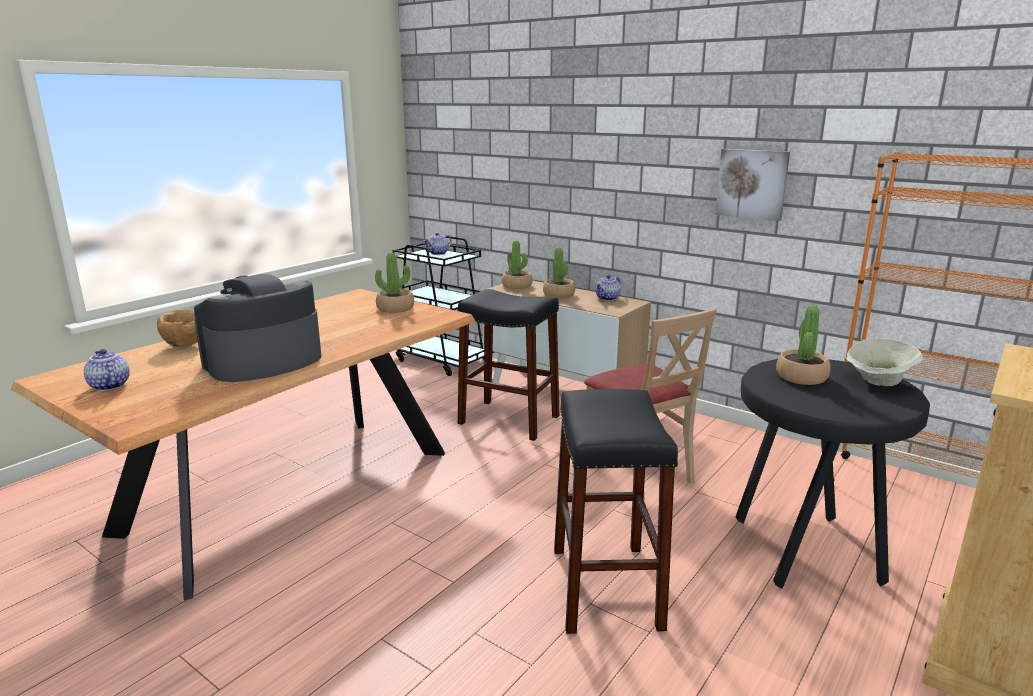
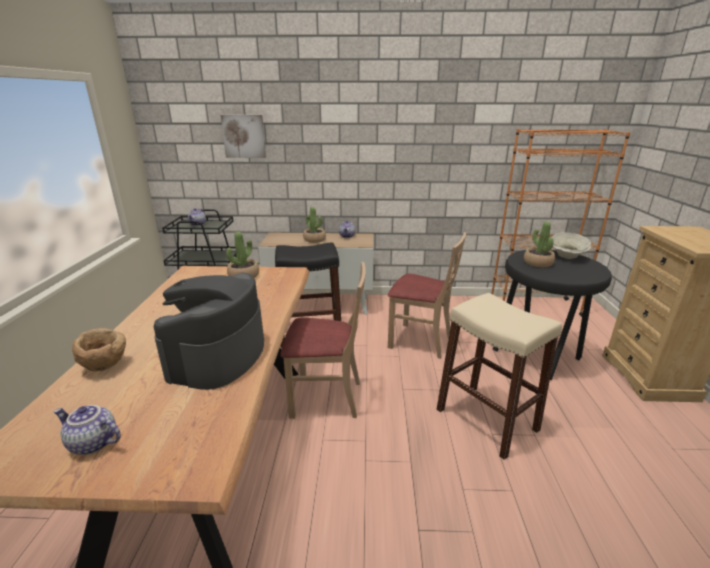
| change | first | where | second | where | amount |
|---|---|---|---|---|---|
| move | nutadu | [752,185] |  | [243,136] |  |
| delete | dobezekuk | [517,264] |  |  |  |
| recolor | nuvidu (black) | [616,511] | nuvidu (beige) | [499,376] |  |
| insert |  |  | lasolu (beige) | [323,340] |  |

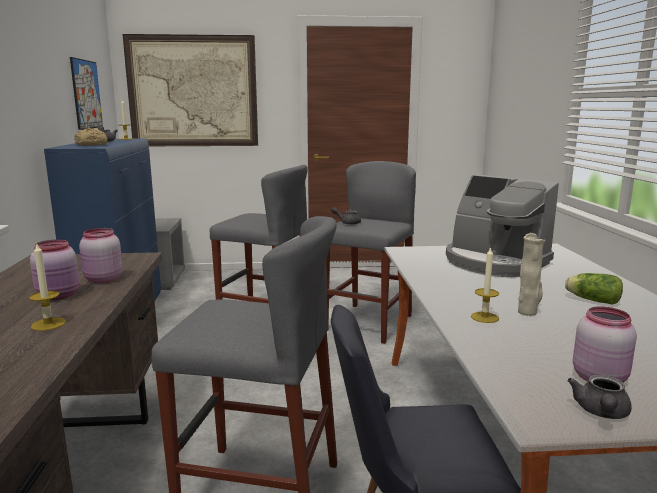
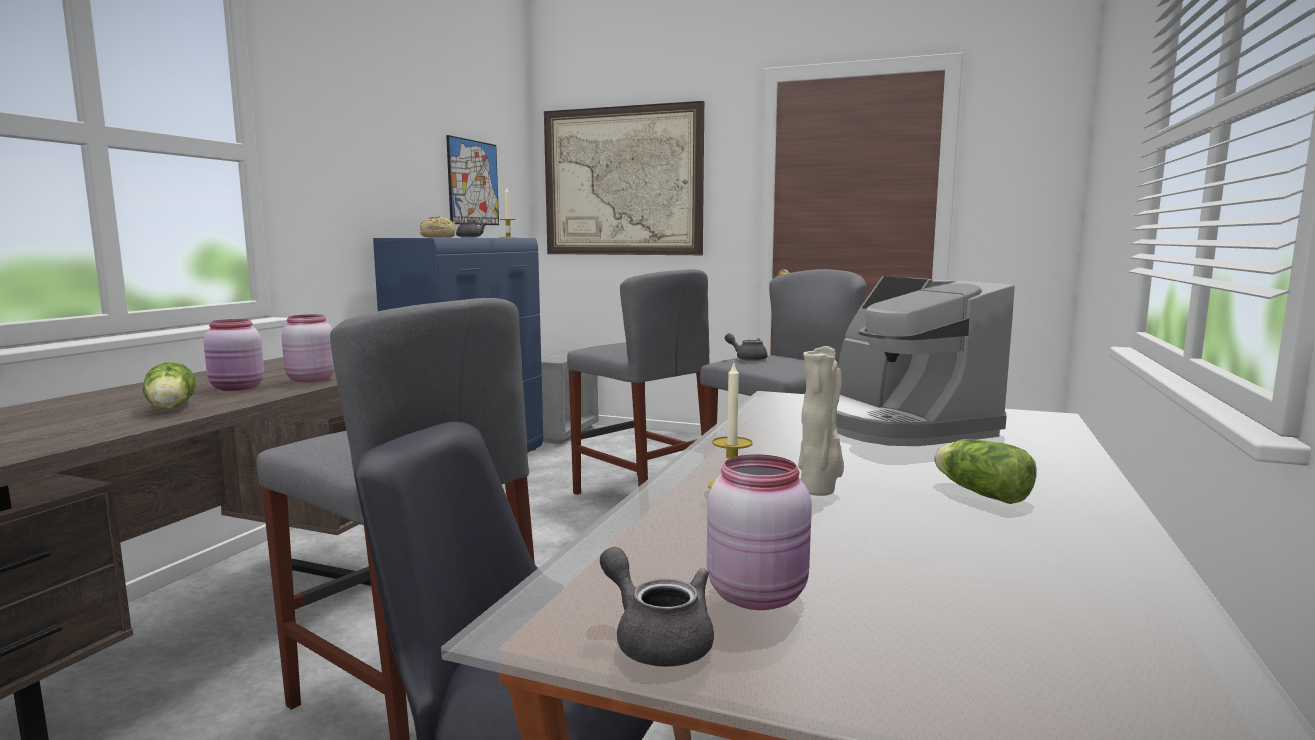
| change | first | where | second | where | amount |
|---|---|---|---|---|---|
| replace | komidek | [47,287] | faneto | [169,385] |  |
| rotate | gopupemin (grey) | [599,397] |  | [657,607] | 90 degrees clockwise |

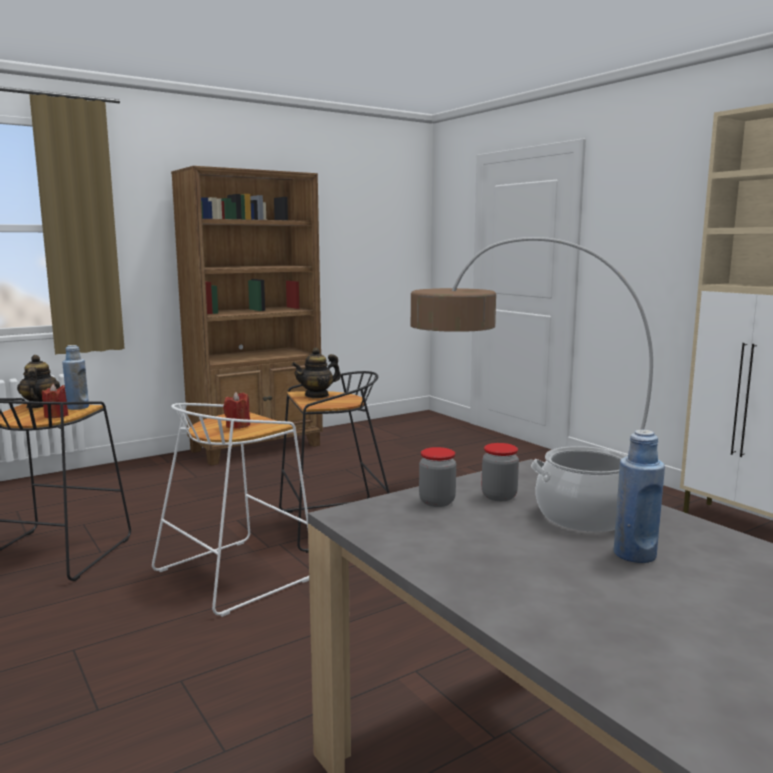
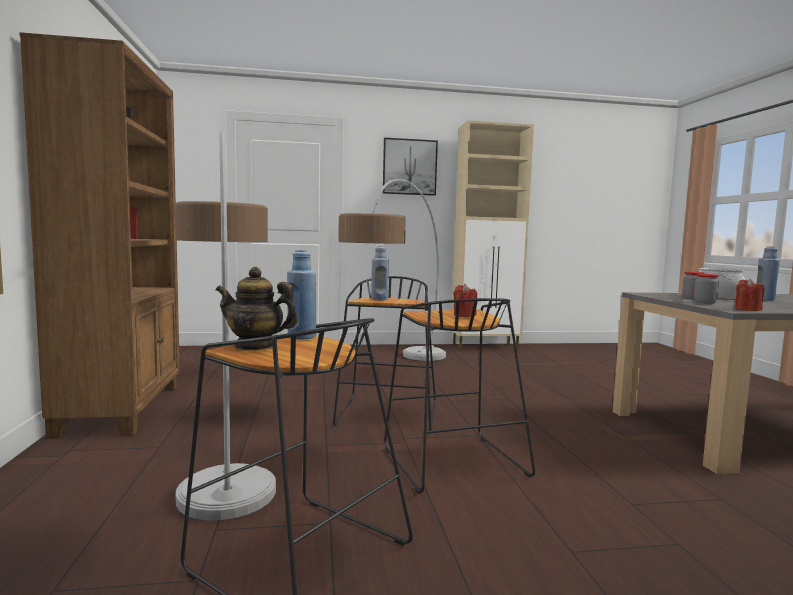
| change | first | where | second | where | amount |
|---|---|---|---|---|---|
| replace | gopupemin | [316,373] | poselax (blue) | [380,273] |  |
| move | komidek (red) | [55,401] |  | [749,294] |  |
| recolor | nuvidu (white) | [230,510] | nuvidu (black) | [459,396] |  |
| insert |  |  | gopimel | [225,325] |  |
| insert |  |  | nutadu | [410,167] |  |

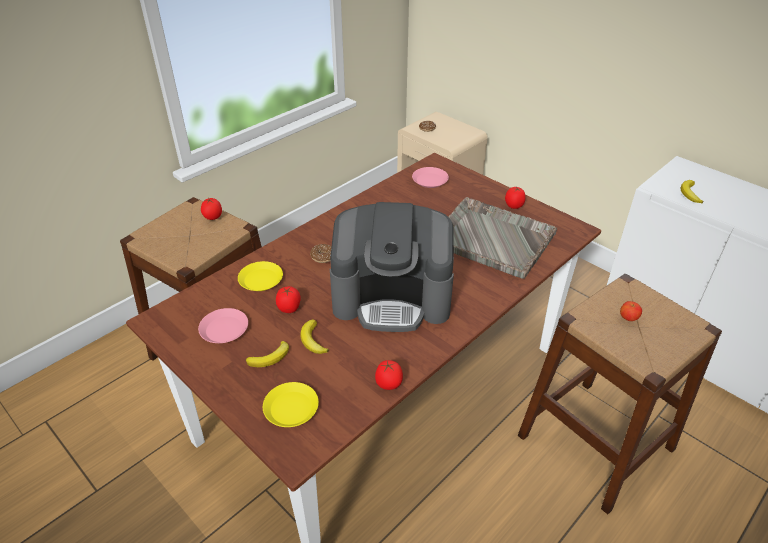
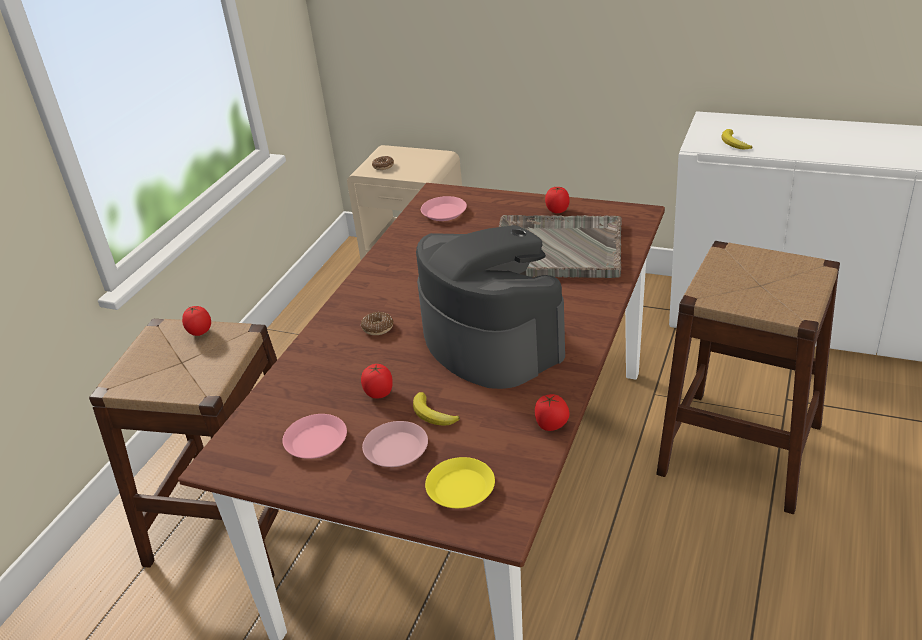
| change | first | where | second | where | amount |
|---|---|---|---|---|---|
| rotate | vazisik | [392,267] |  | [490,307] | 105 degrees counterclockwise |
| delete | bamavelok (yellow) | [260,276] |  |  |  |
| delete | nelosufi | [631,311] |  |  |  |
| replace | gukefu | [267,354] | bamavelok (pink) | [395,444] |  |

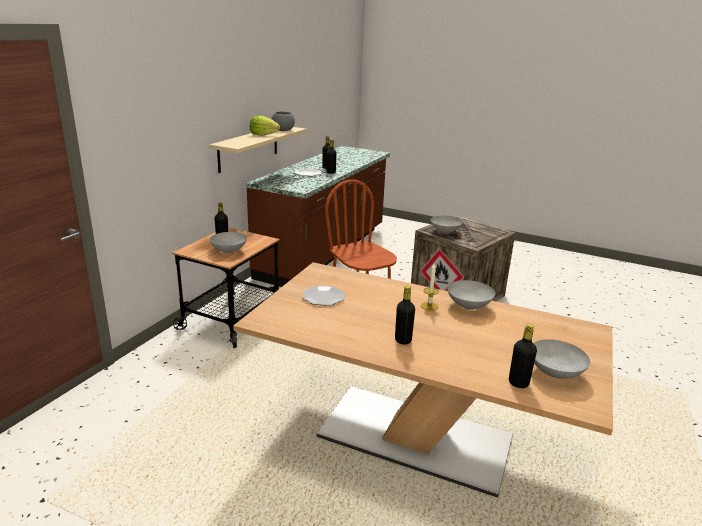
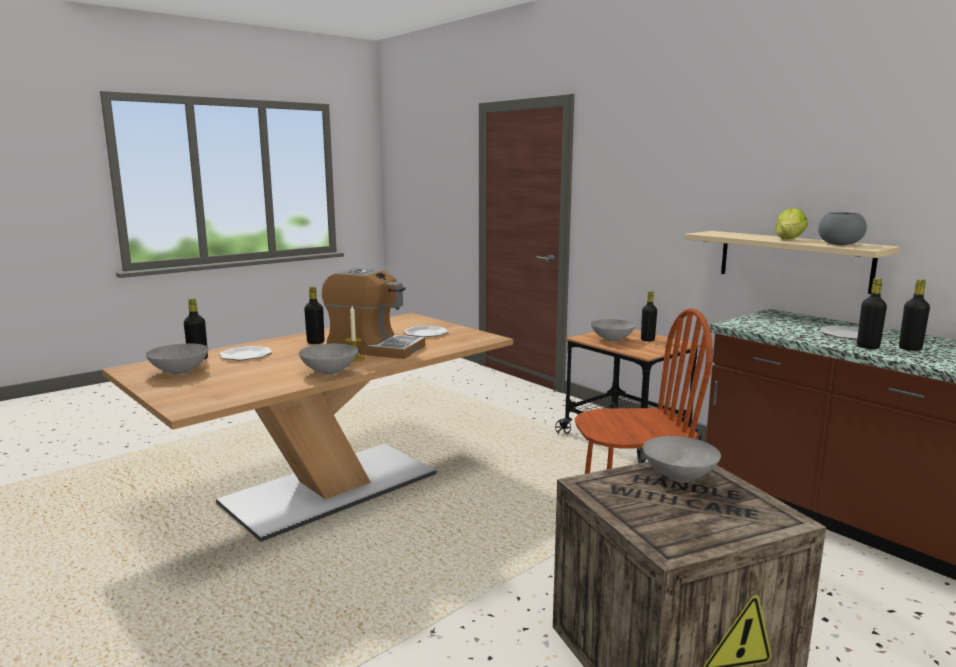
| change | first | where | second | where | amount |
|---|---|---|---|---|---|
| insert |  |  | vazisik | [373,313] |  |
| insert |  |  | bamavelok | [246,353] |  |

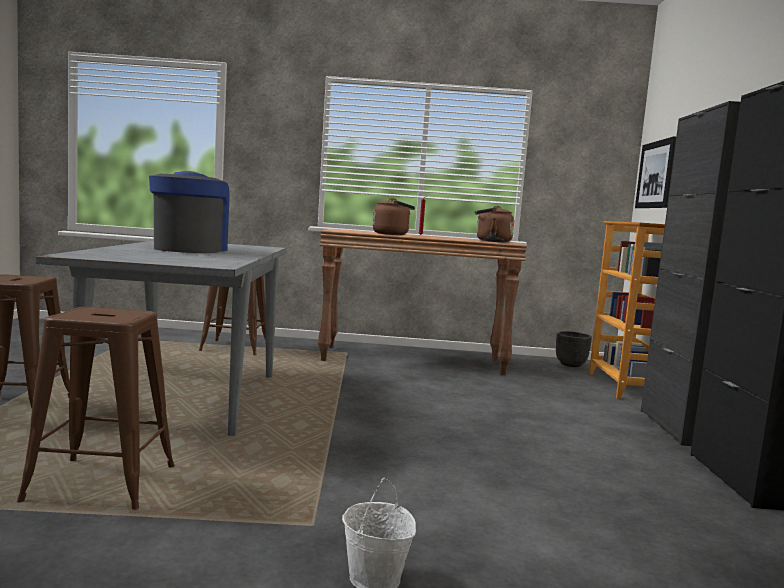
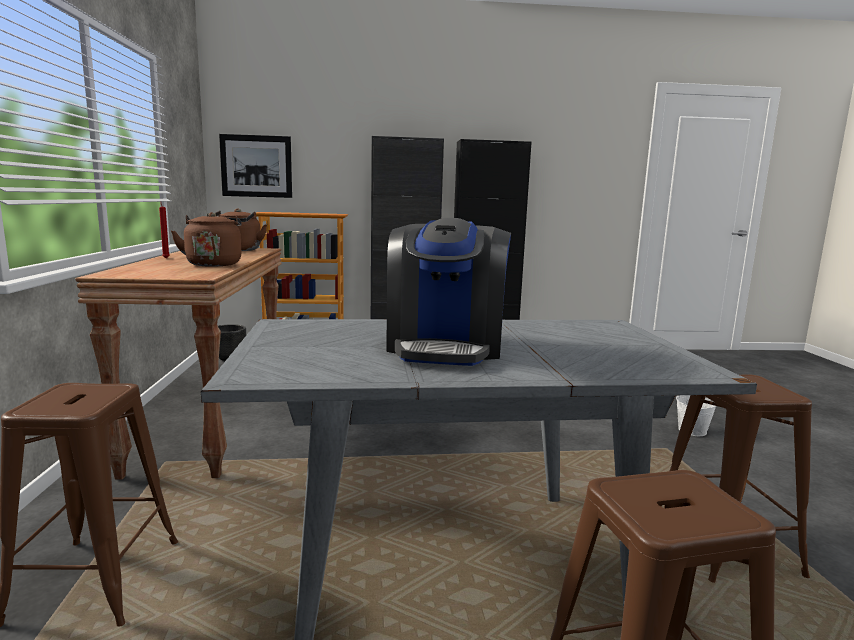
| change | first | where | second | where | amount |
|---|---|---|---|---|---|
| rotate | vazisik | [189,212] |  | [448,292] | 75 degrees counterclockwise |

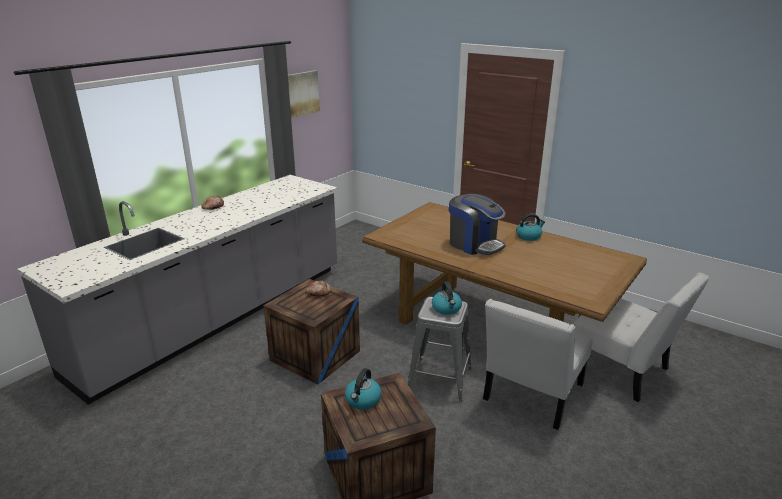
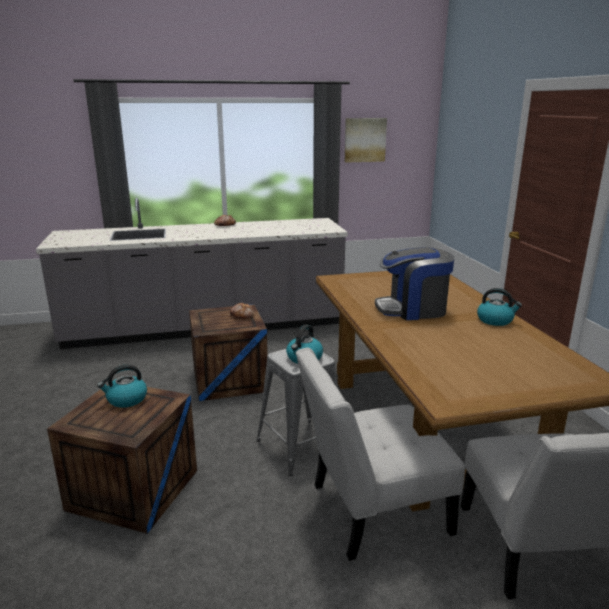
| change | first | where | second | where | amount |
|---|---|---|---|---|---|
| rotate | vazisik | [477,224] |  | [414,283] | 90 degrees clockwise |

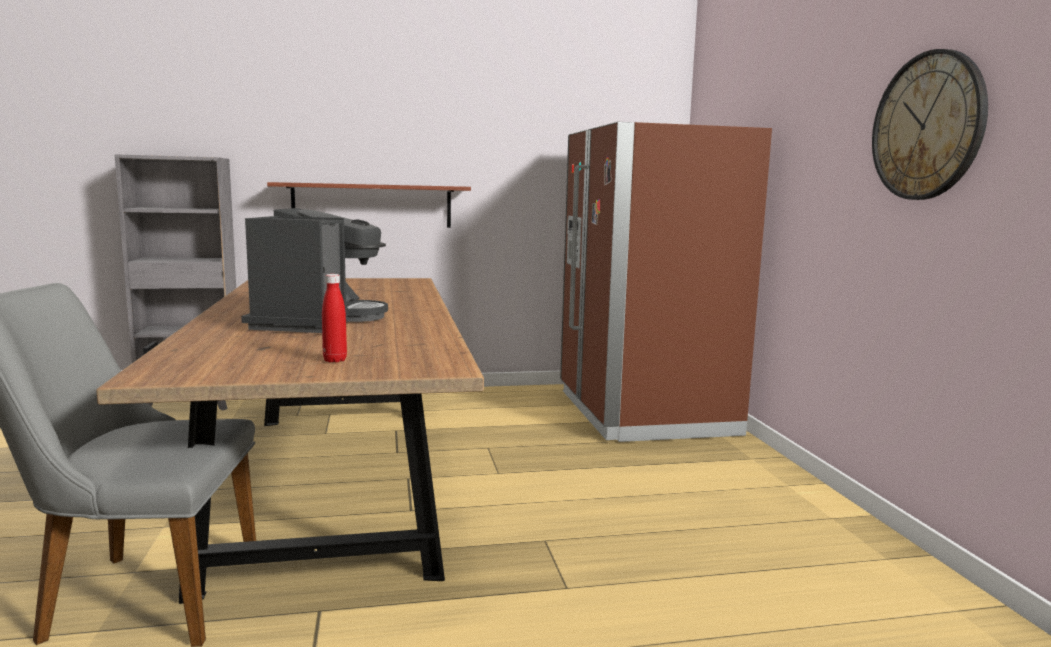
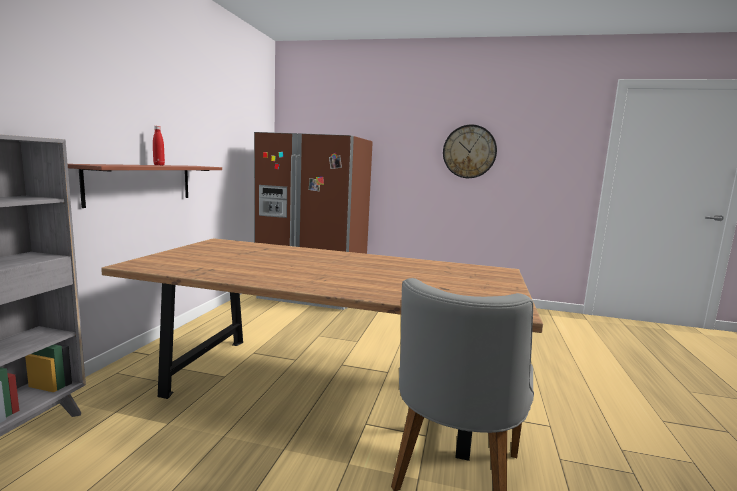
| change | first | where | second | where | amount |
|---|---|---|---|---|---|
| delete | vazisik | [314,270] |  |  |  |
| move | poselax (red) | [334,318] |  | [159,145] |  |

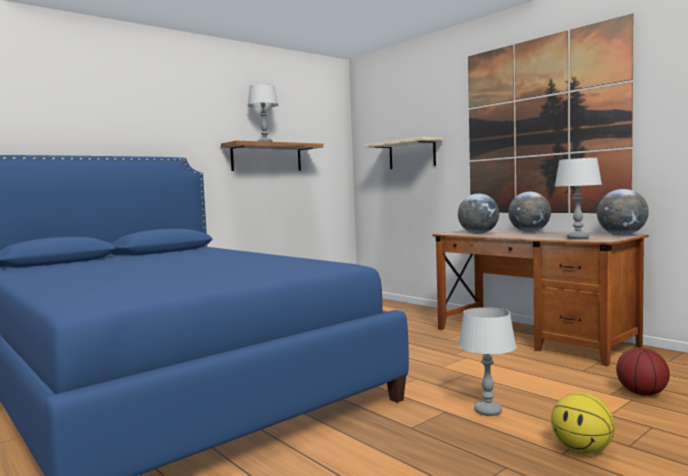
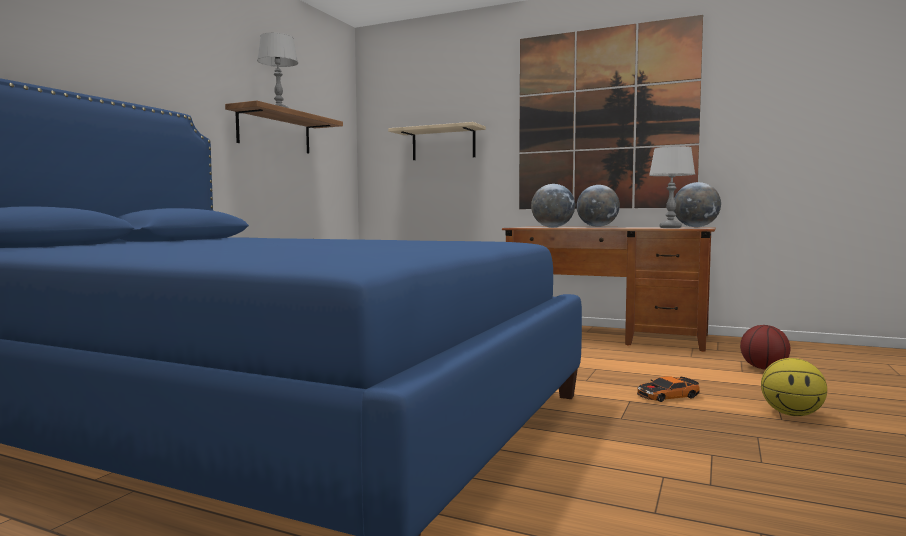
| change | first | where | second | where | amount |
|---|---|---|---|---|---|
| replace | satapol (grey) | [488,361] | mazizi | [668,389] |  |

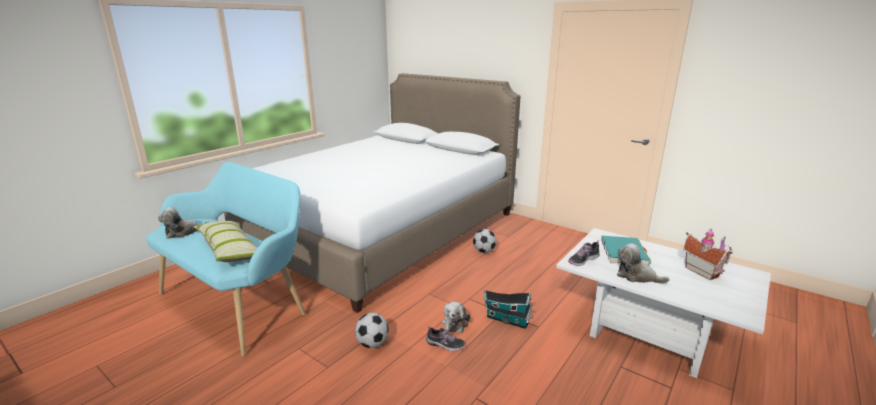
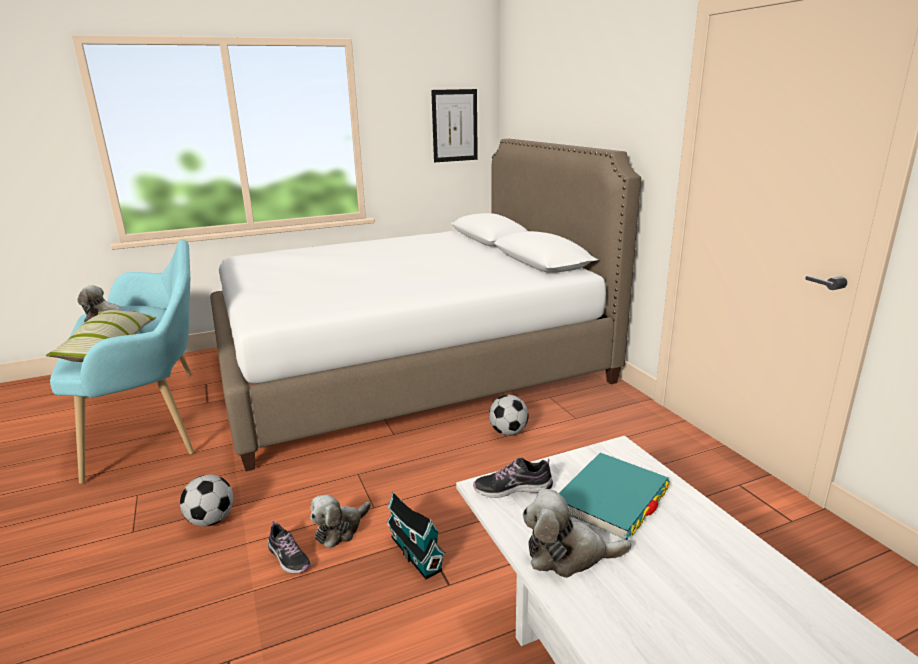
| change | first | where | second | where | amount |
|---|---|---|---|---|---|
| delete | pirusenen | [708,254] |  |  |  |
| rotate | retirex | [643,263] |  | [577,533] | 60 degrees counterclockwise |
| insert |  |  | nutadu | [454,125] |  |

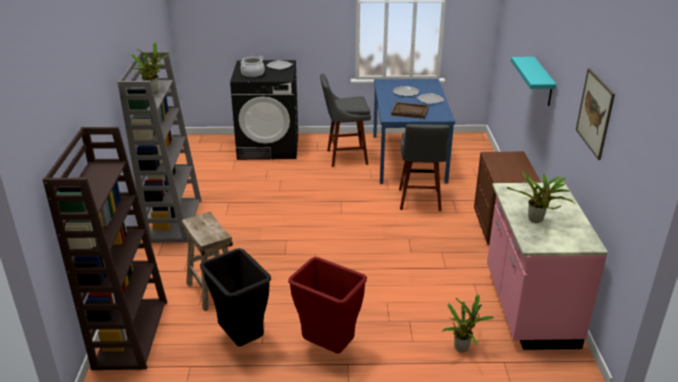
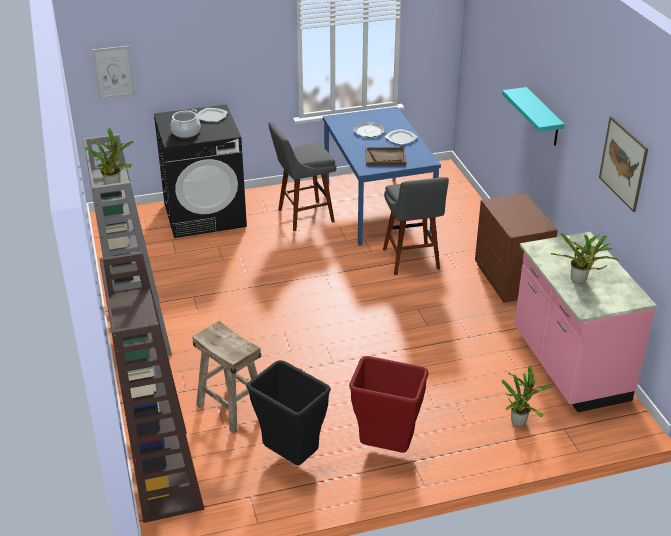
| change | first | where | second | where | amount |
|---|---|---|---|---|---|
| insert |  |  | nutadu | [113,72] |  |

